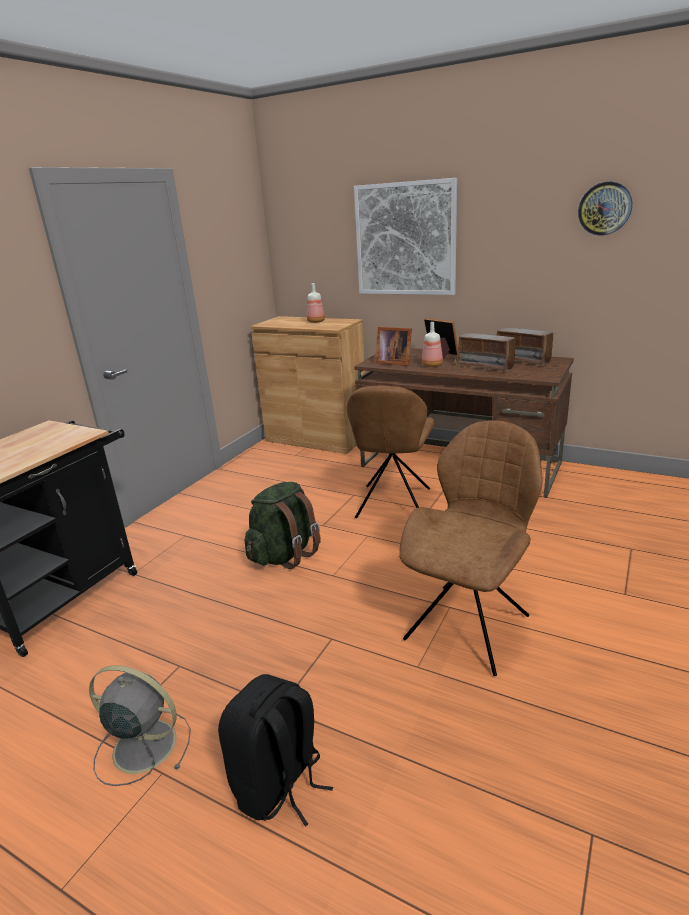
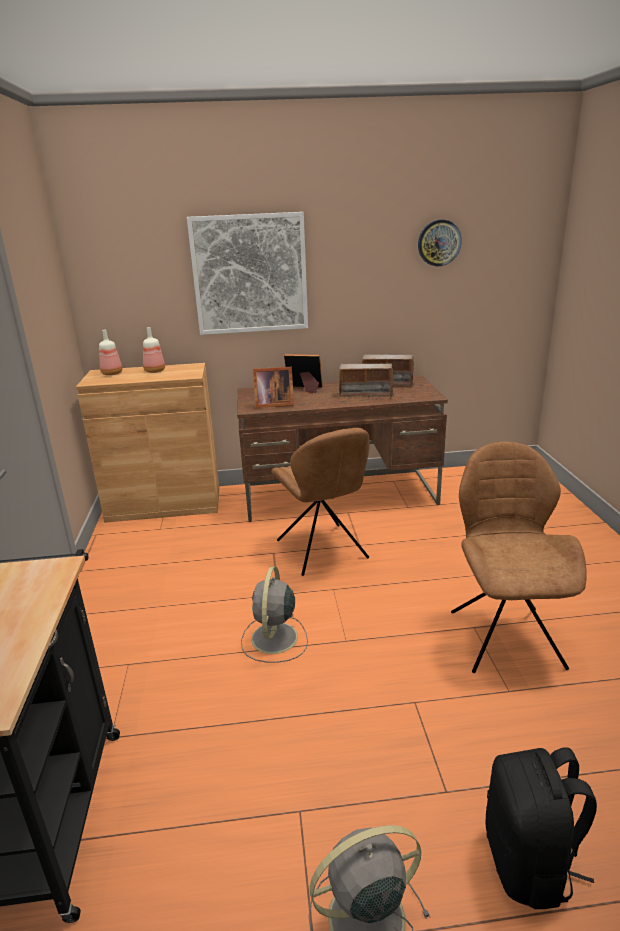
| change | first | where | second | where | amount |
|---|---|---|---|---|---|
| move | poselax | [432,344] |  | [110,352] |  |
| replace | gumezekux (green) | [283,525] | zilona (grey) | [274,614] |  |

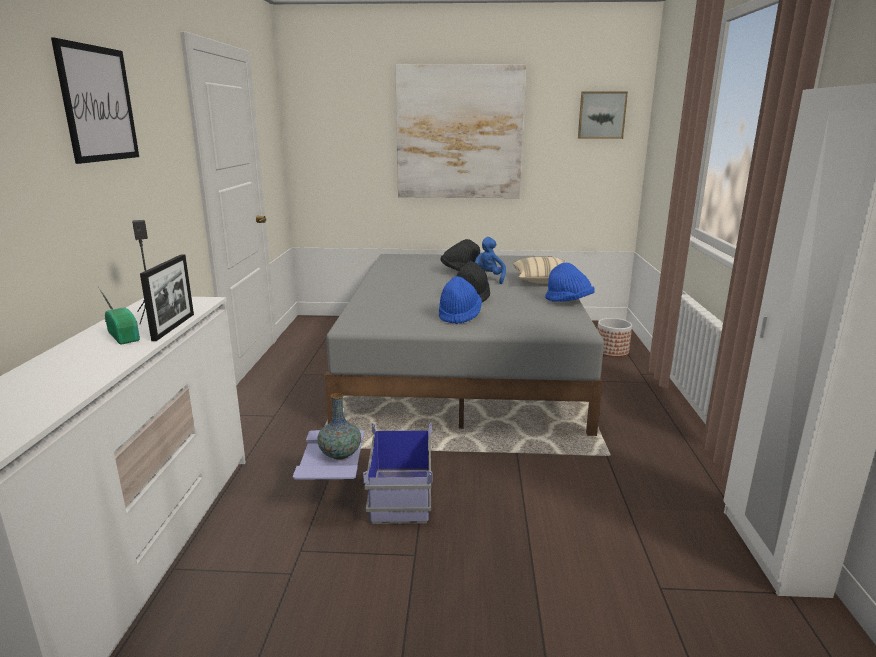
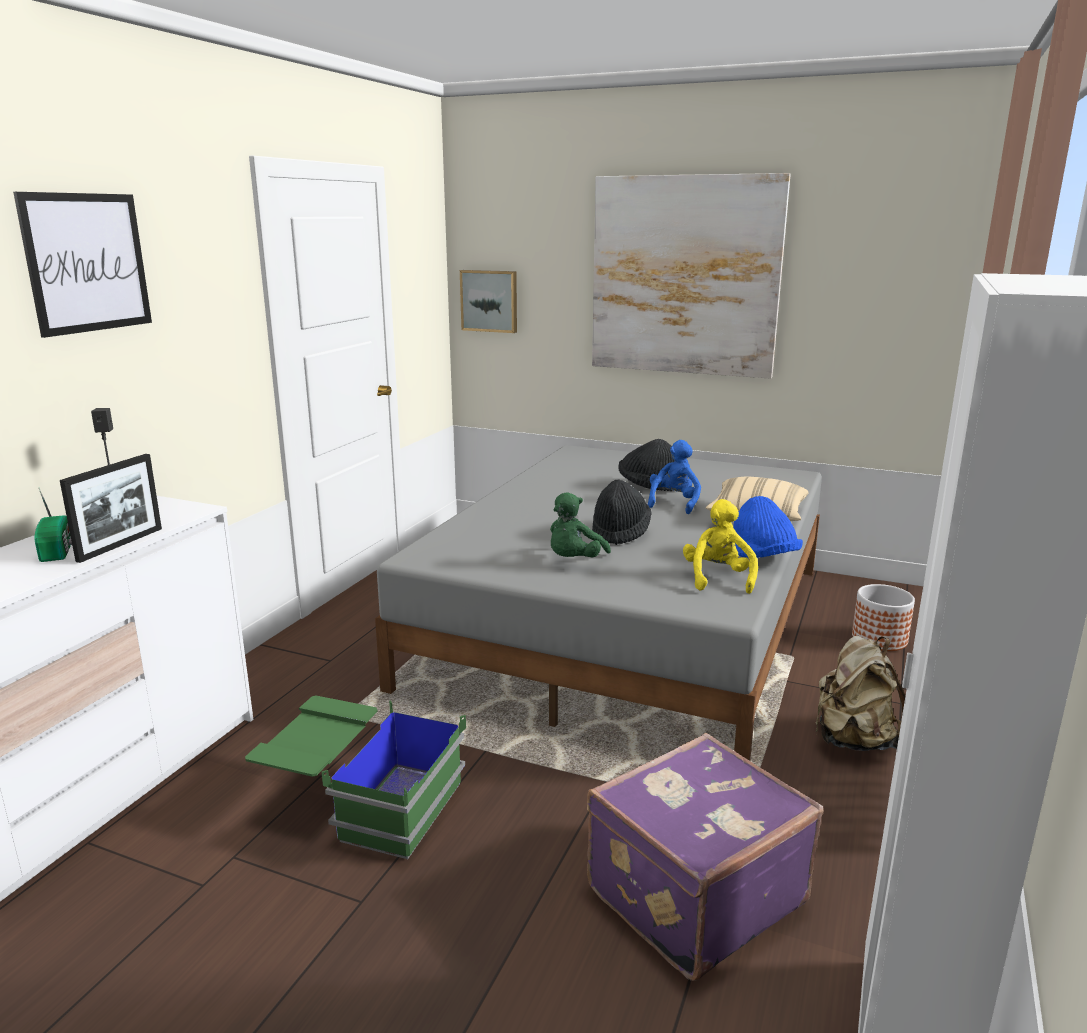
| change | first | where | second | where | amount |
|---|---|---|---|---|---|
| move | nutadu | [603,115] |  | [488,301] |  |
| replace | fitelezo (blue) | [460,300] | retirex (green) | [580,525] |  |
| delete | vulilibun | [339,426] |  |  |  |
| recolor | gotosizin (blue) | [363,473] | gotosizin (green) | [355,777] |  |
| insert |  |  | retirex (yellow) | [720,546] |  |
| insert |  |  | gumezekux (beige) | [860,693] |  |
| insert |  |  | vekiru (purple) | [705,857] |  |

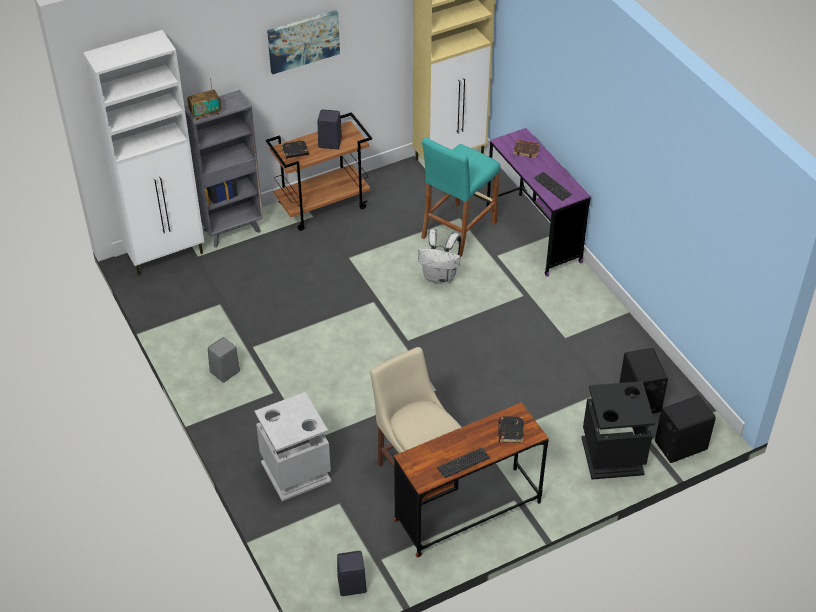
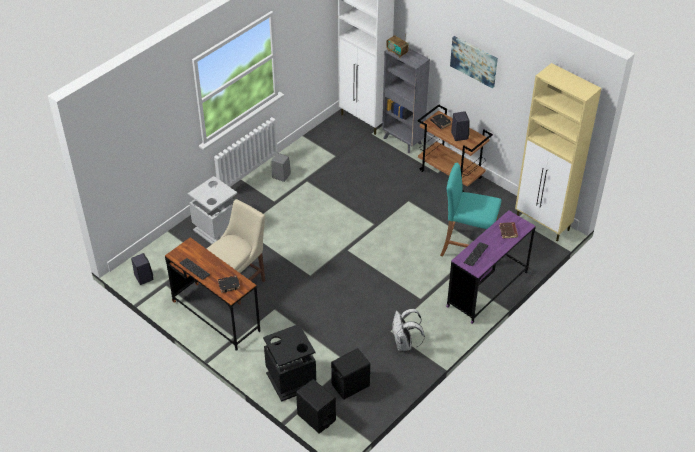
| change | first | where | second | where | amount |
|---|---|---|---|---|---|
| move | gumezekux (white) | [439,256] |  | [408,330] |  |

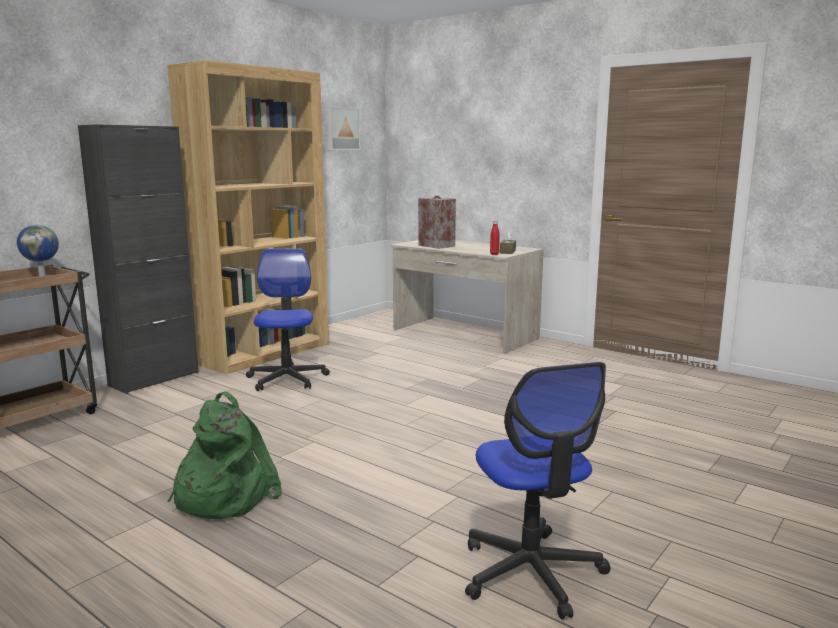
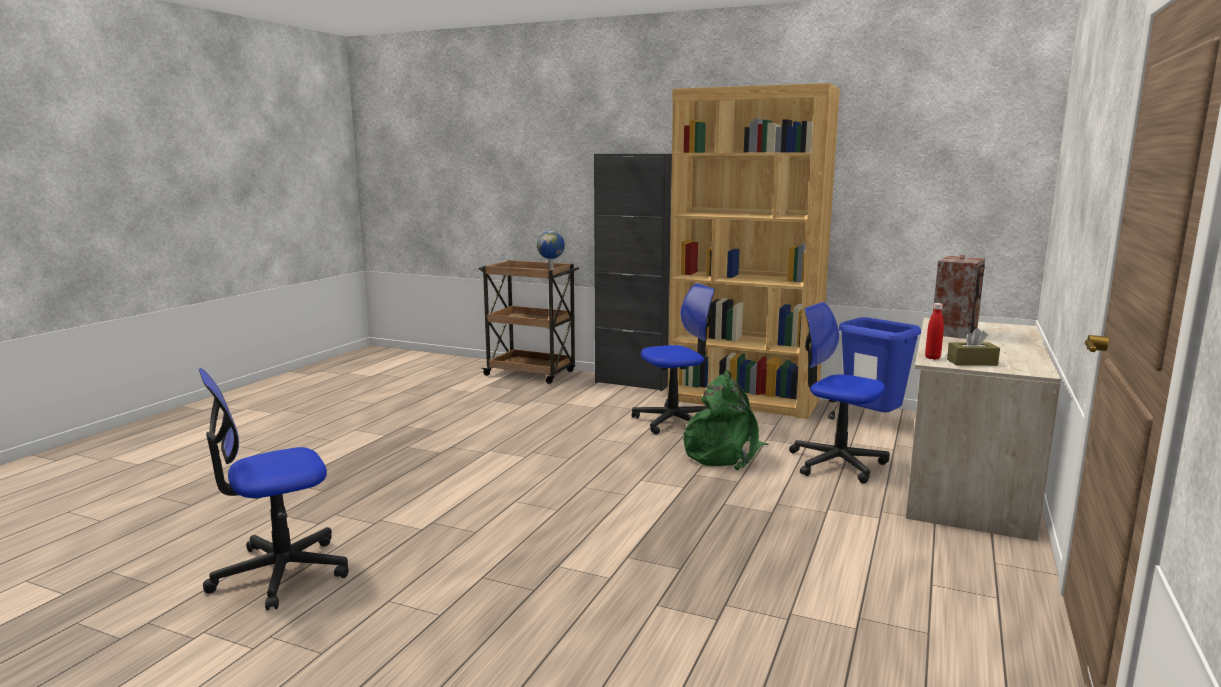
| change | first | where | second | where | amount |
|---|---|---|---|---|---|
| delete | nutadu | [344,128] |  |  |  |
| move | gumezekux (green) | [224,455] |  | [726,420] |  |
| insert |  |  | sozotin | [839,393] |  |
| insert |  |  | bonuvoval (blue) | [880,364] |  |

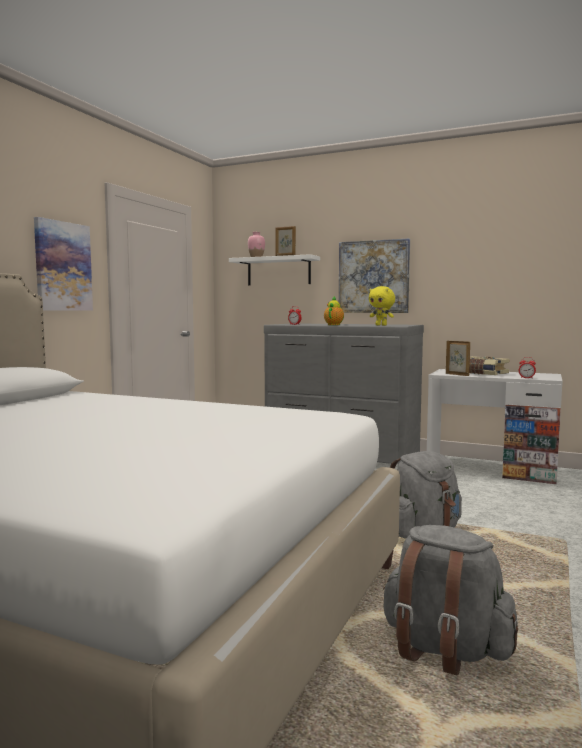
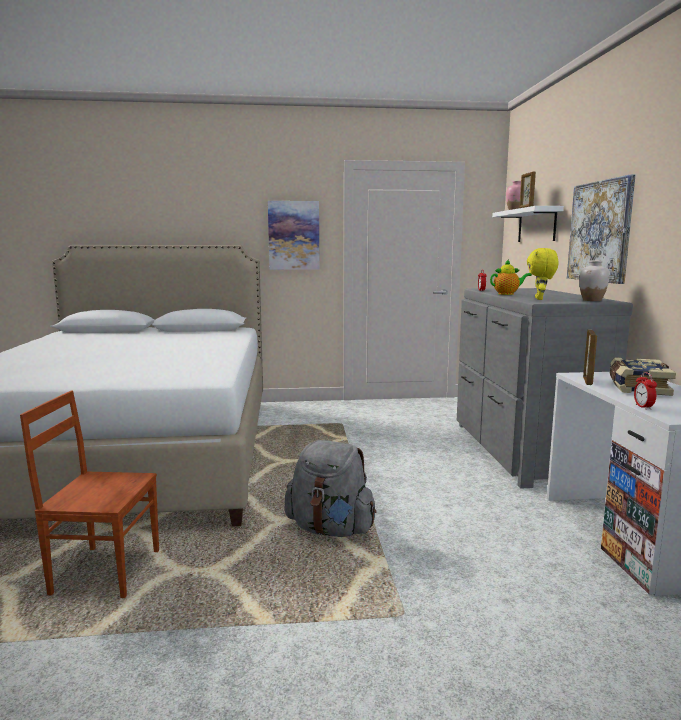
| change | first | where | second | where | amount |
|---|---|---|---|---|---|
| replace | gumezekux (grey) | [450,600] | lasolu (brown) | [89,494] |  |
| insert |  |  | vulilibun (white) | [594,281] |  |

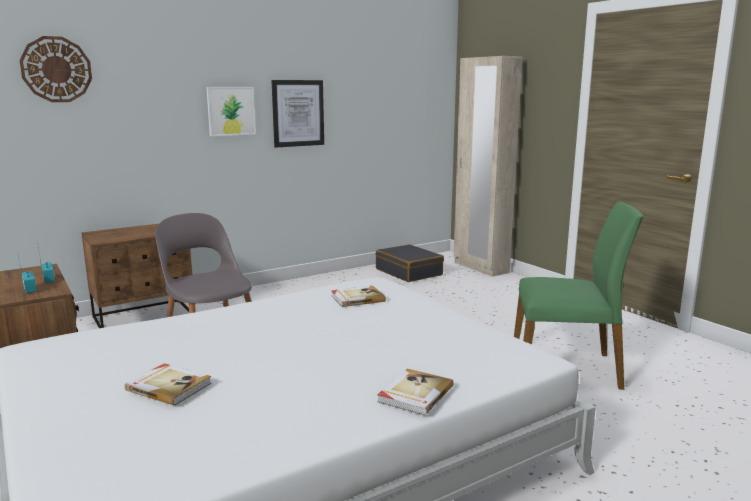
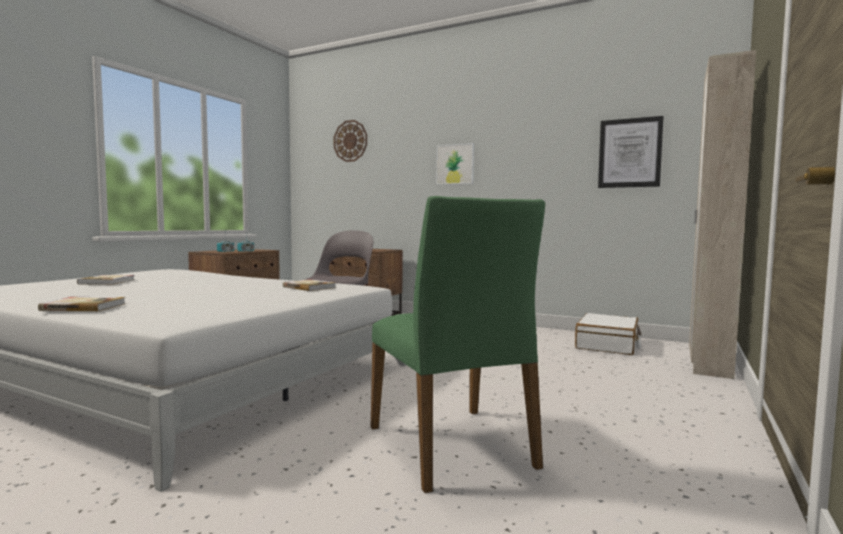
| change | first | where | second | where | amount |
|---|---|---|---|---|---|
| move | nutadu | [297,114] |  | [631,152] |  |
| recolor | vekiru (black) | [409,263] | vekiru (white) | [608,334] |  |

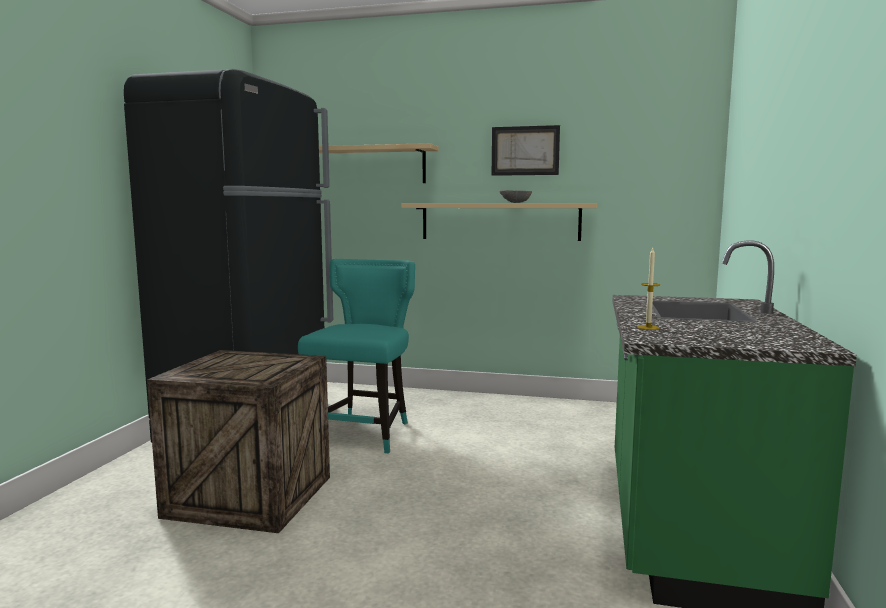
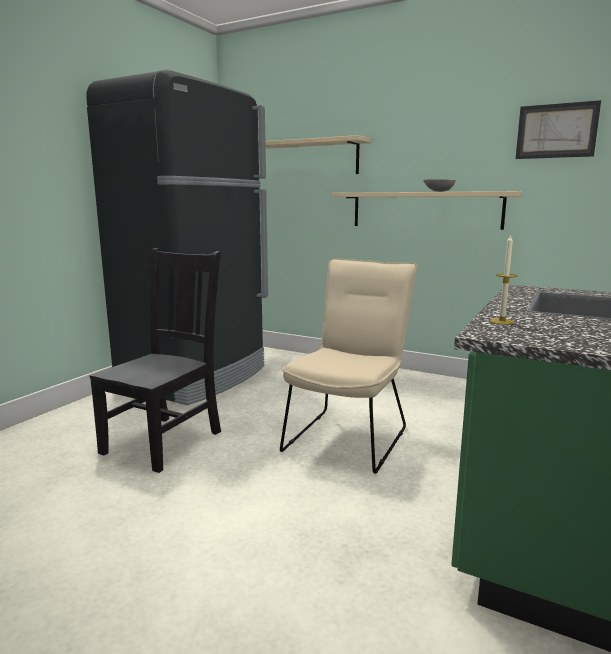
| change | first | where | second | where | amount |
|---|---|---|---|---|---|
| move | nutadu | [526,150] |  | [558,129] |  |
| delete | lasolu (turquoise) | [356,356] |  |  |  |
| replace | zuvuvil | [238,441] | lasolu (black) | [155,360] |  |
| insert |  |  | lasolu (beige) | [348,366] |  |

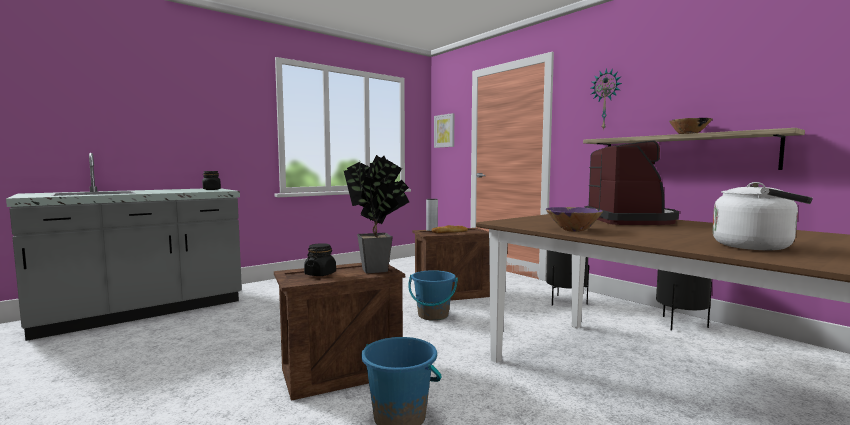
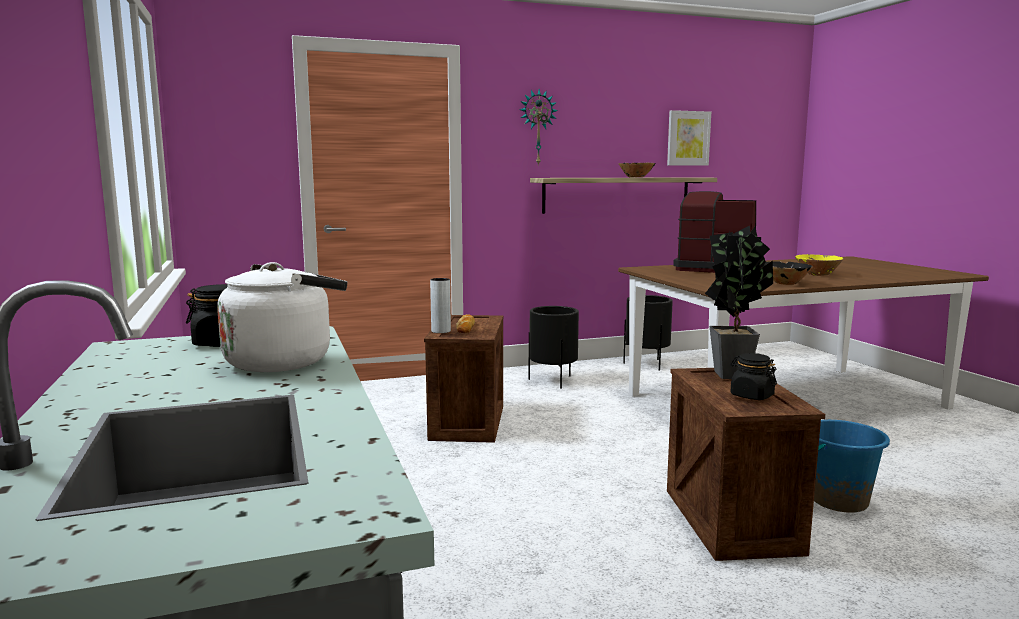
| change | first | where | second | where | amount |
|---|---|---|---|---|---|
| move | nutadu | [444,130] |  | [689,138] |  |
| move | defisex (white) | [762,216] |  | [282,317] |  |
| recolor | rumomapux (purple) | [574,219] | rumomapux (black) | [788,273] |  |
| delete | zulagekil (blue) | [433,295] |  |  |  |
| insert |  |  | rumomapux (yellow) | [819,265] |  |

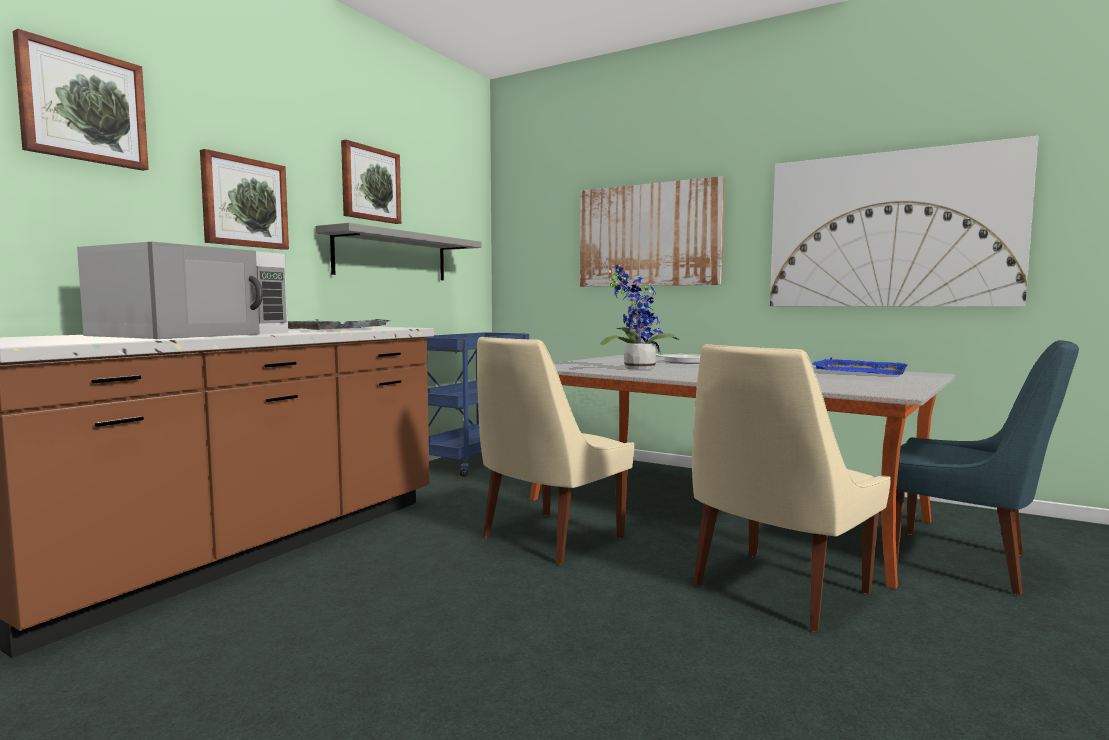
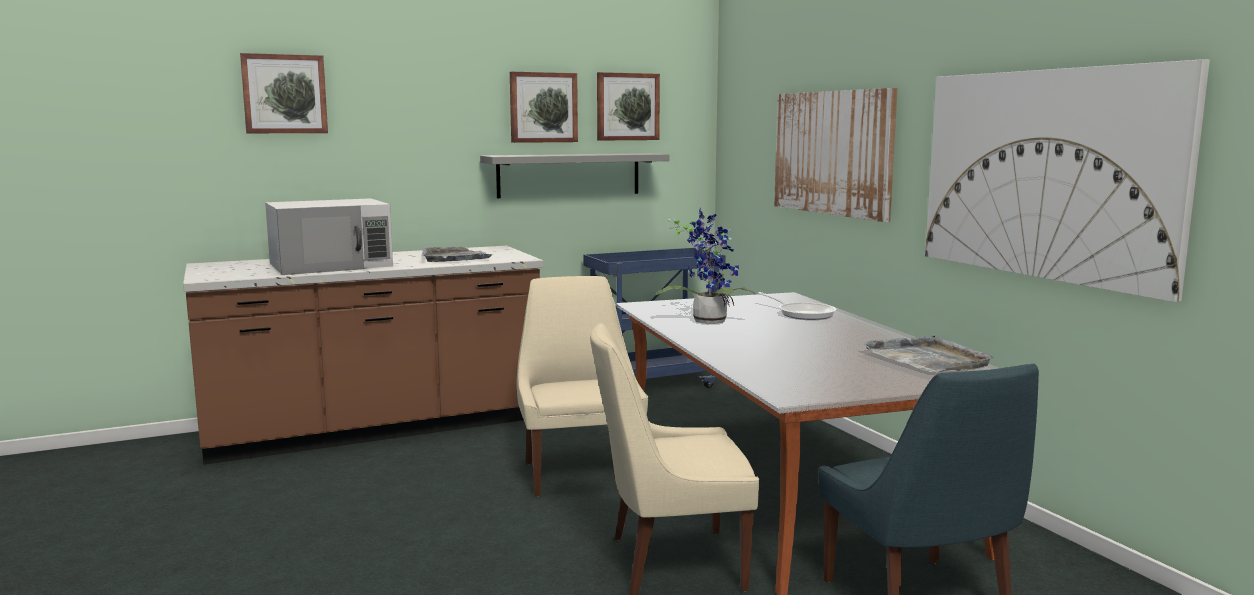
| change | first | where | second | where | amount |
|---|---|---|---|---|---|
| move | nutadu | [244,199] |  | [628,106] |  |
| rotate | lasolu (beige) | [555,451] |  | [582,386] | 90 degrees clockwise |
| recolor | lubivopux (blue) | [860,366] | lubivopux (grey) | [927,353] |  |

